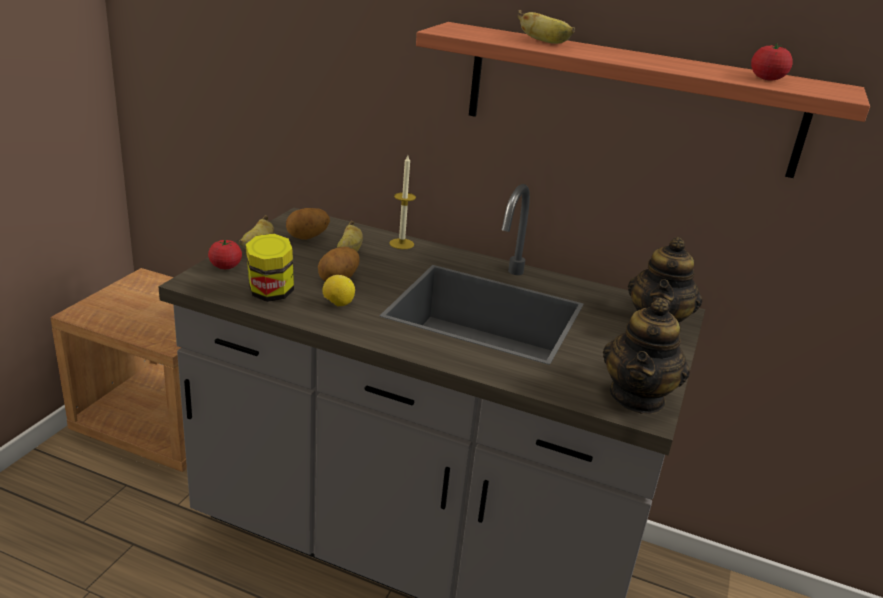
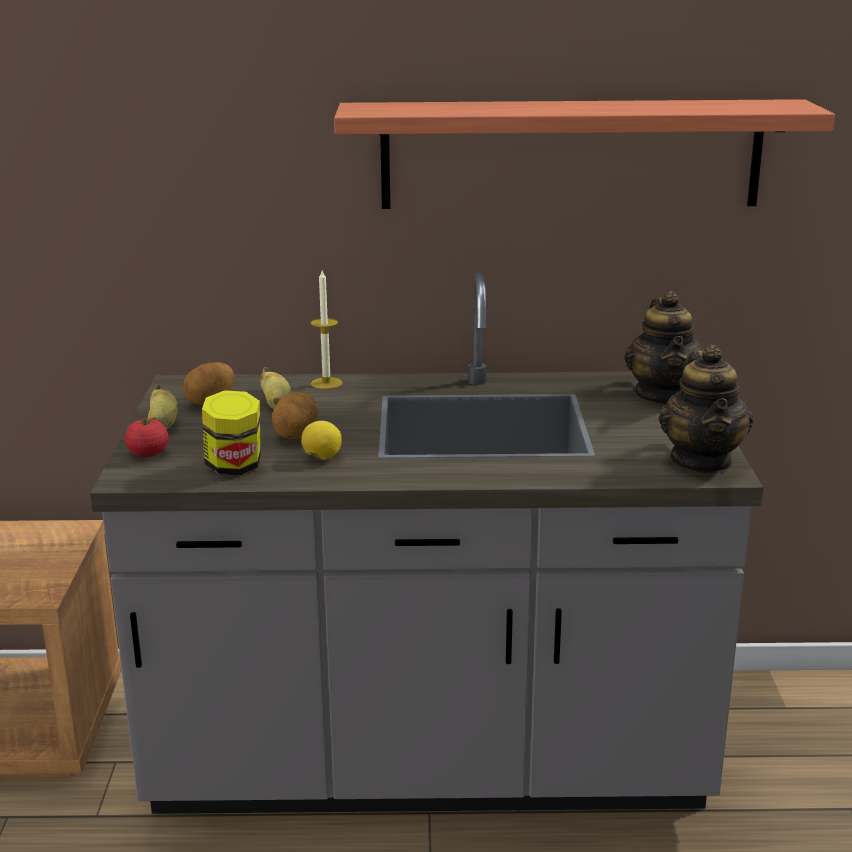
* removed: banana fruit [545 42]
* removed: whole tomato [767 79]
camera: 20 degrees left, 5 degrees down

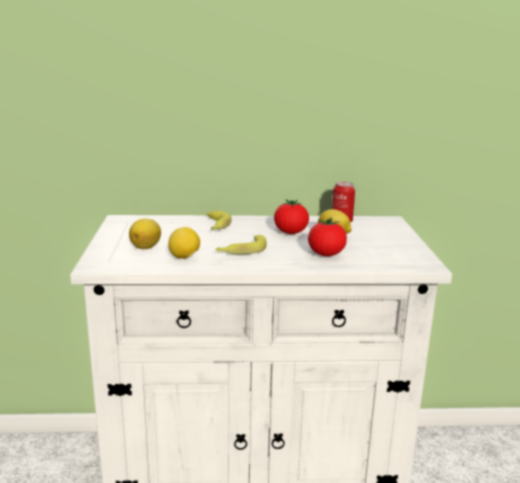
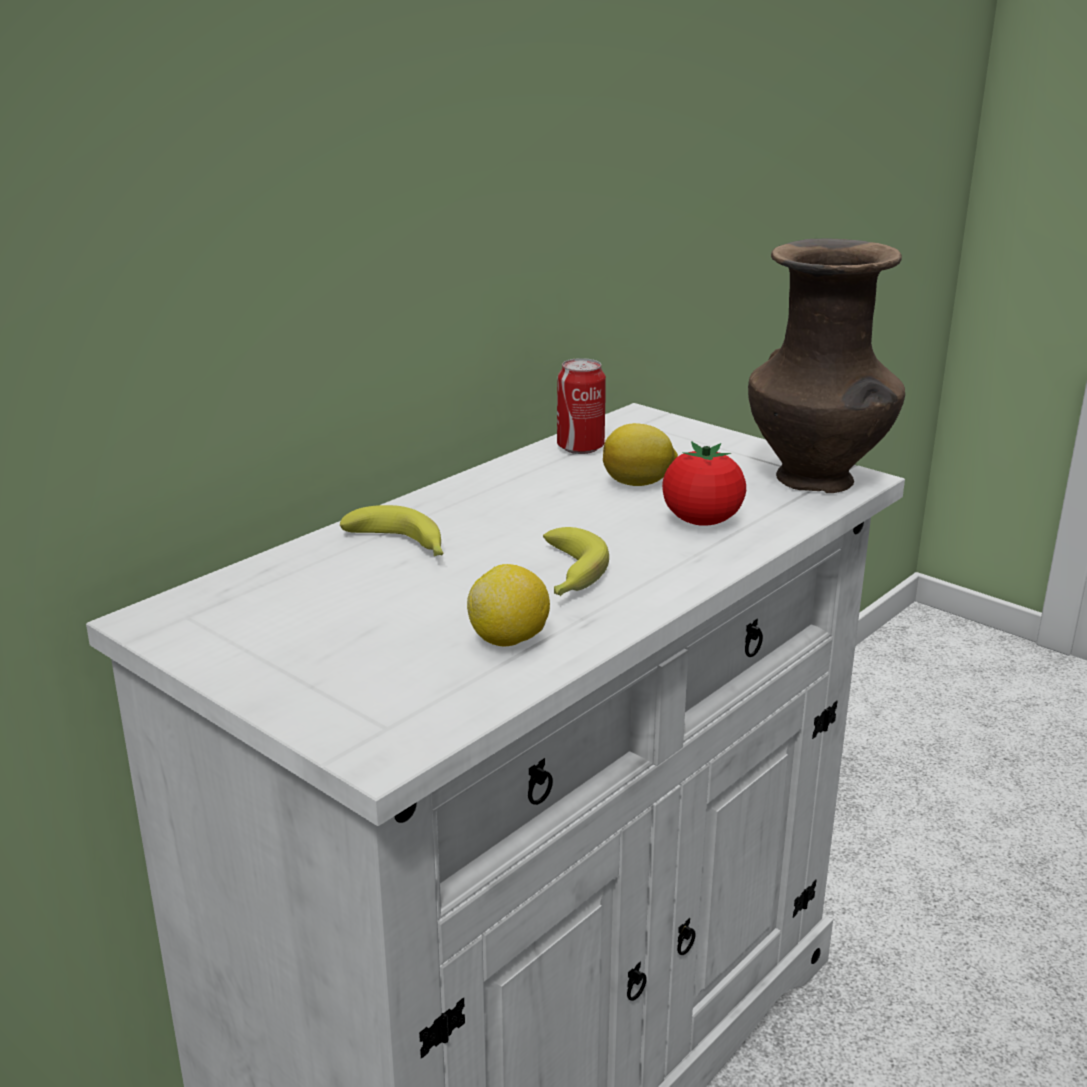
* removed: whole lemon [146 247]
* removed: whole tomato [290 232]
* added: brown-coloured vase [818 481]
camera: 45 degrees left, 5 degrees up

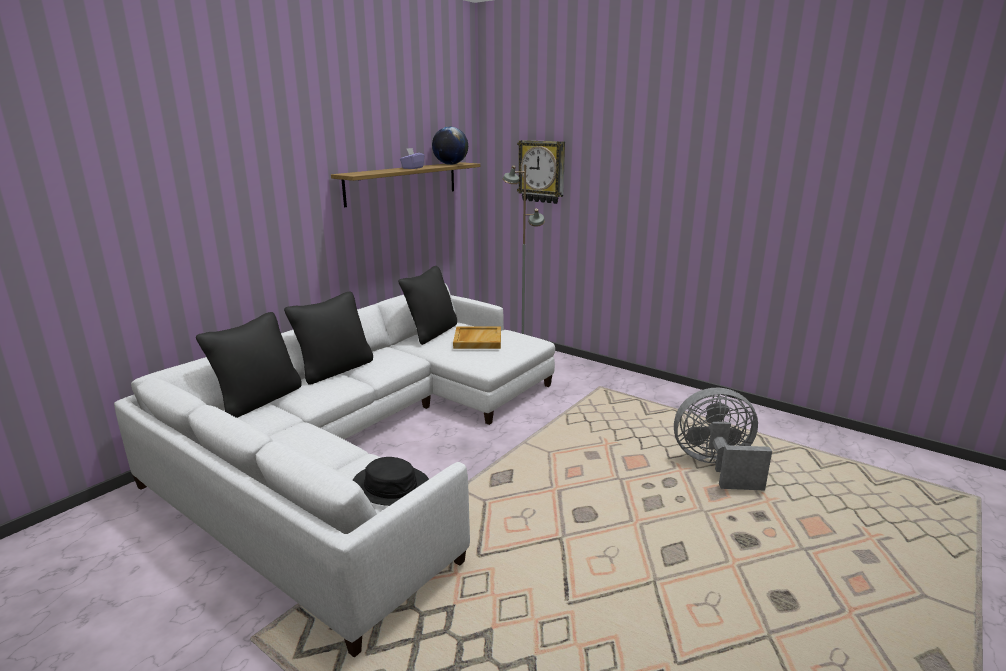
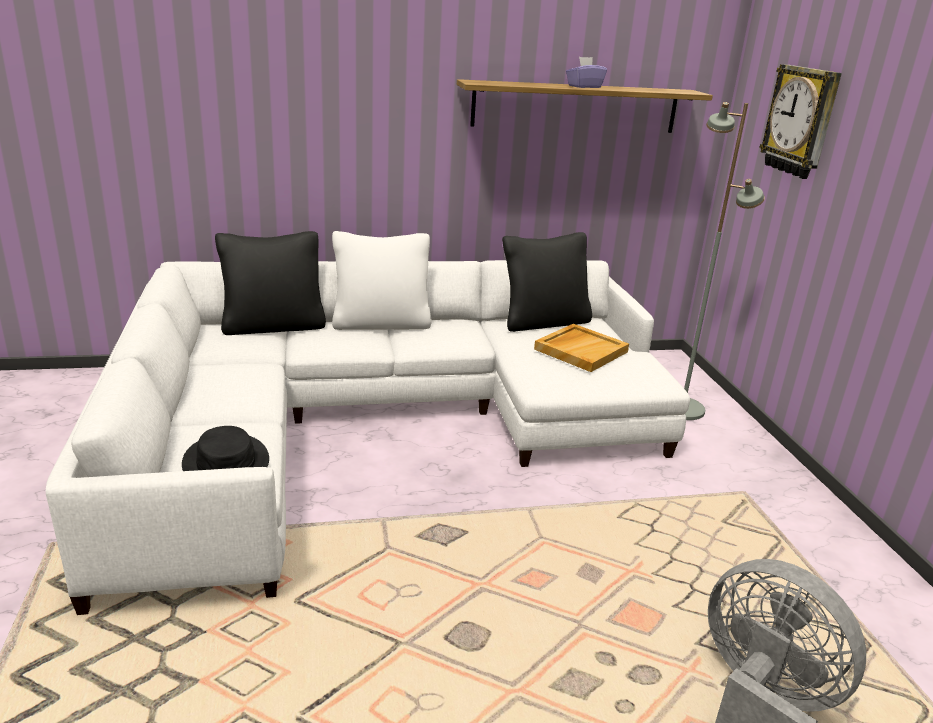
* removed: desk globe [450 164]
* recoloured: black-coloured throw pillow [335 369] to white-coloured throw pillow [381 324]
camera: 40 degrees right, 5 degrees up

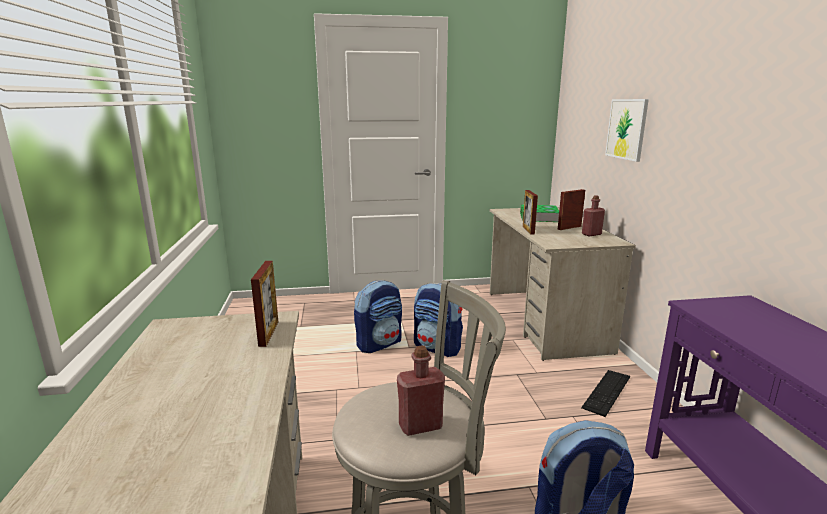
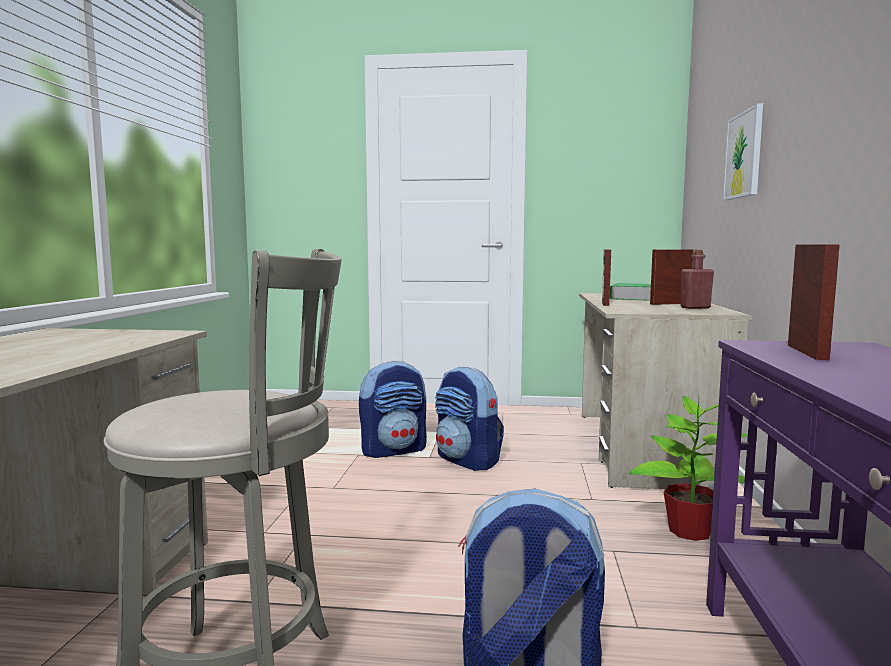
* removed: reddish drink bottle [420 426]
* moved: picture frame [268 333] to [807 352]
* replaced: PC keyboard [606 392] to plant in a pot [688 531]
camera: 15 degrees right, 10 degrees down

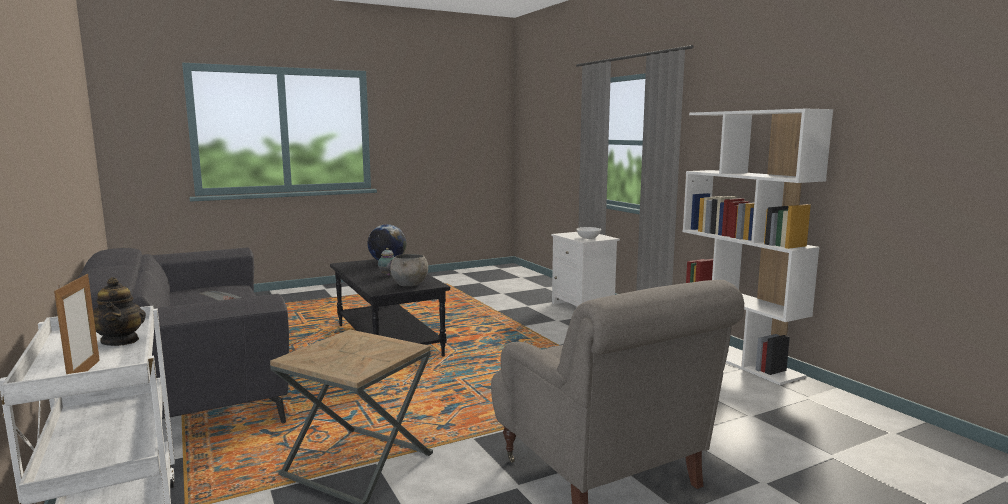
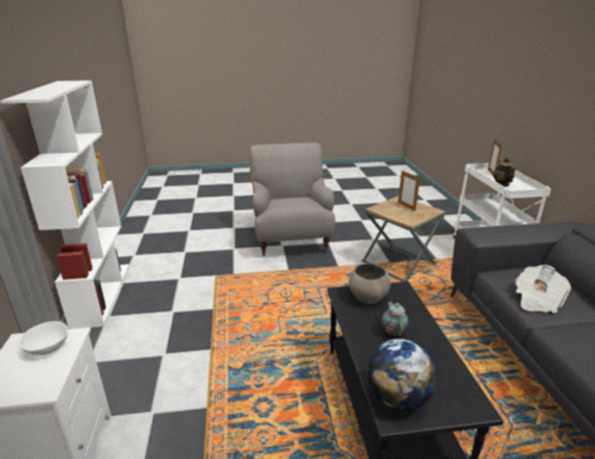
* added: picture frame [406 206]
camera: 160 degrees left, 15 degrees up

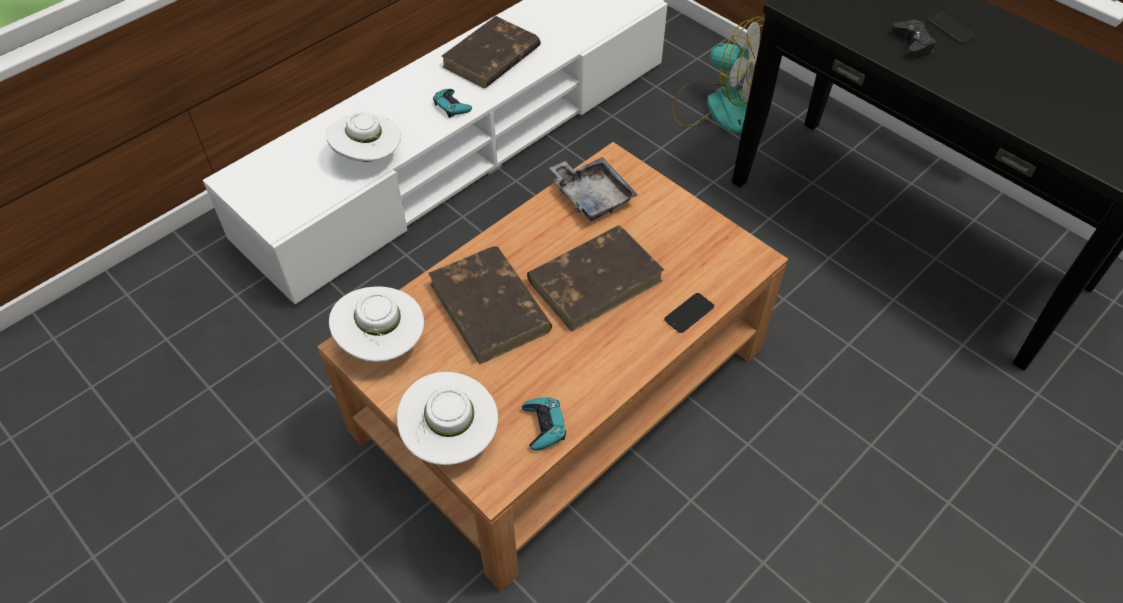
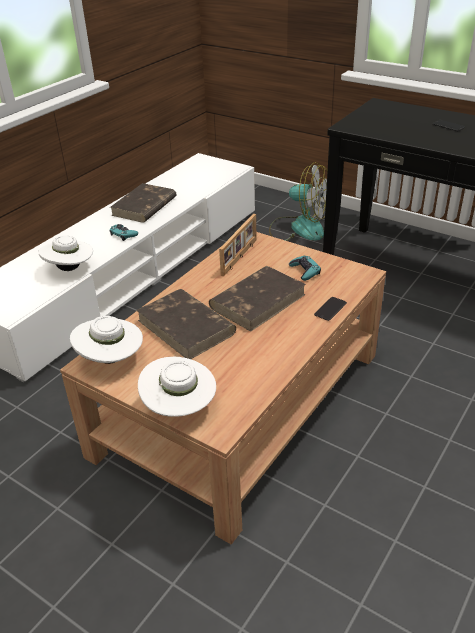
* removed: black-coloured joypad [912 44]
* moved: turquoise joypad [544 426] to [305 271]
* replaced: gray carrying tray [592 196] to picture frame [240 257]
camera: 10 degrees left, 15 degrees down

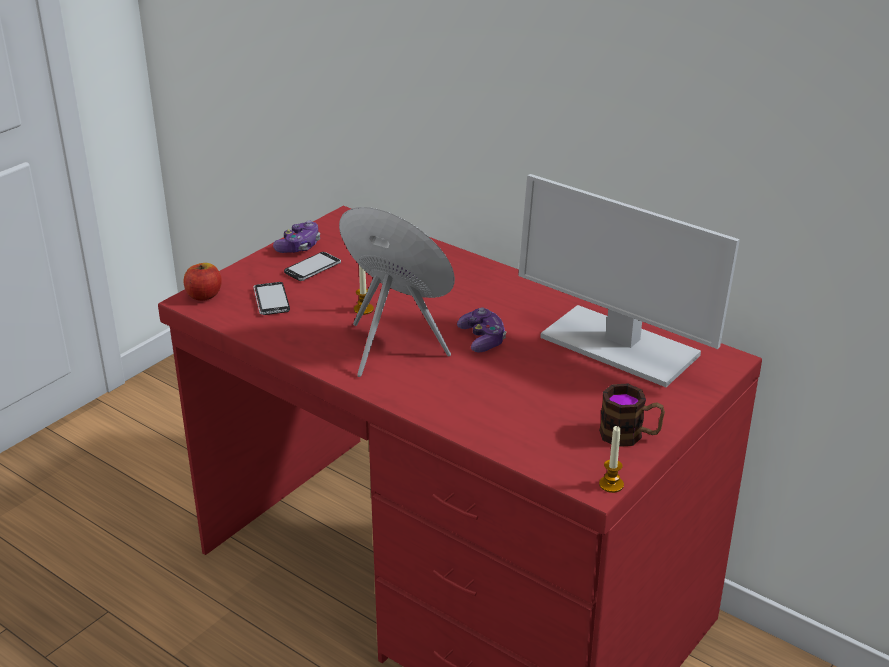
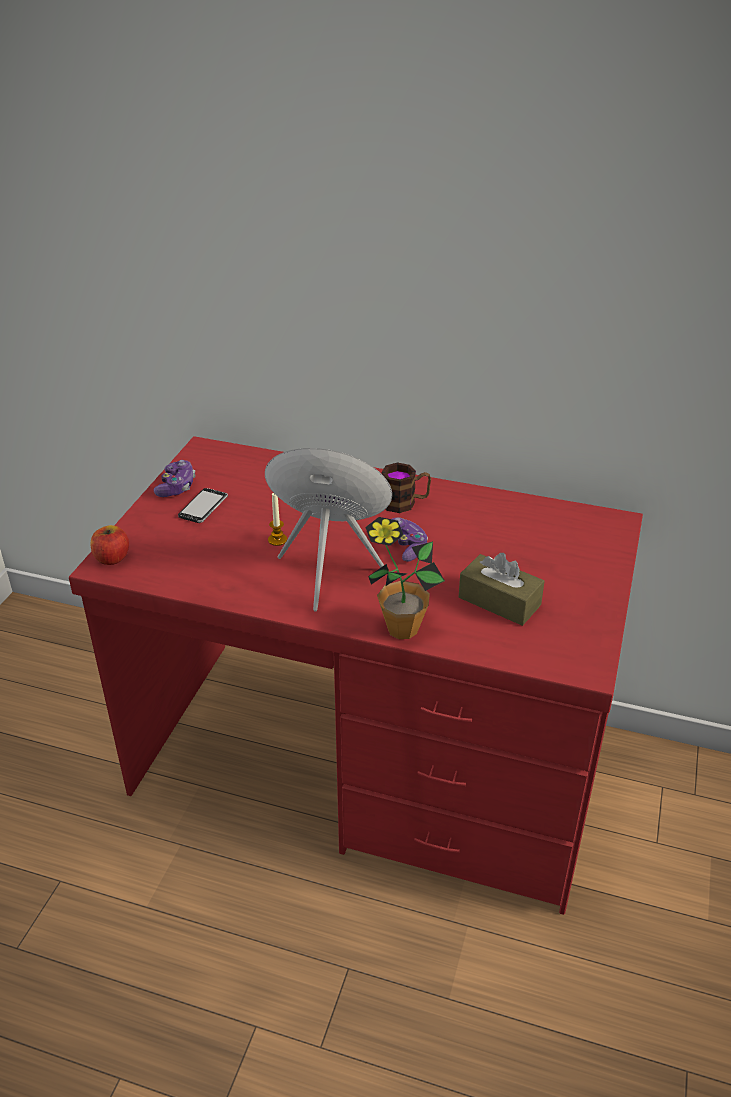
* removed: phone [271 300]
* removed: computer screen [617 346]
* removed: wax candle [611 485]
* added: plant in a pot [402 629]
* added: brown-coloured box of tissues [499 601]
* moved: tea mug [630 435] to [405 503]
camera: 20 degrees left, 5 degrees up

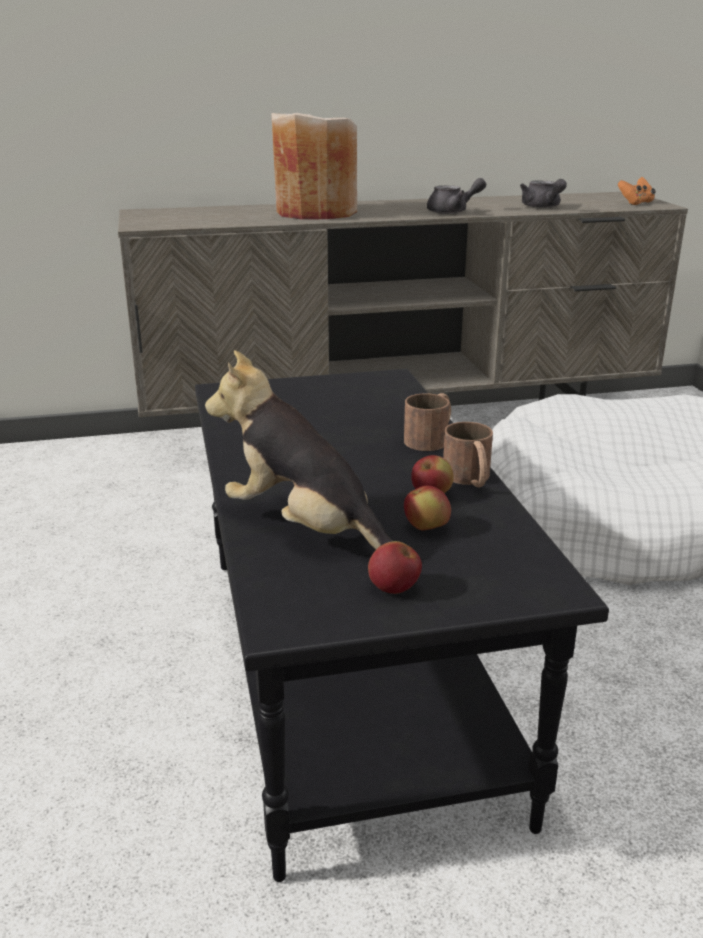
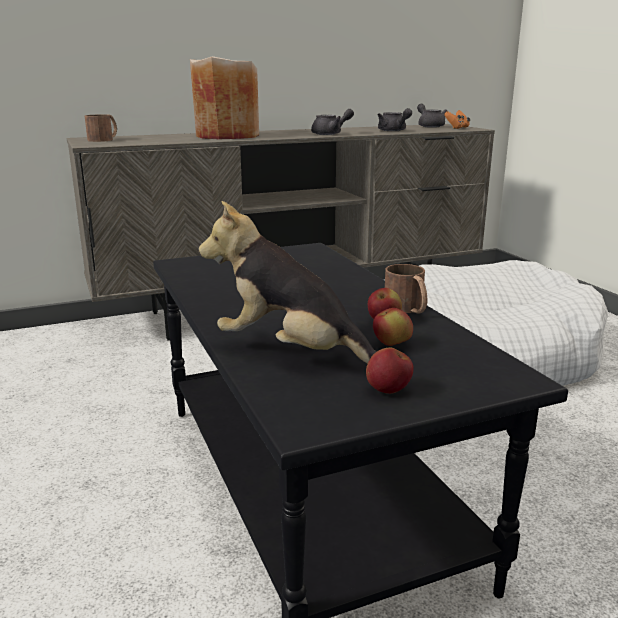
* added: gray teapot [429 126]
* moved: brown-coloured tea mug [431 438] to [104 139]
camera: 10 degrees left, 5 degrees down

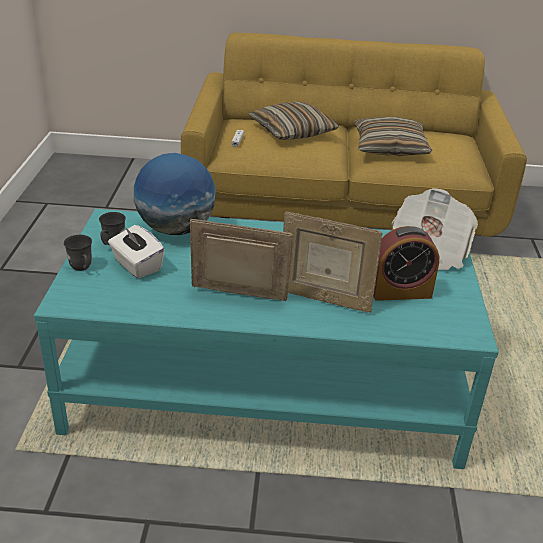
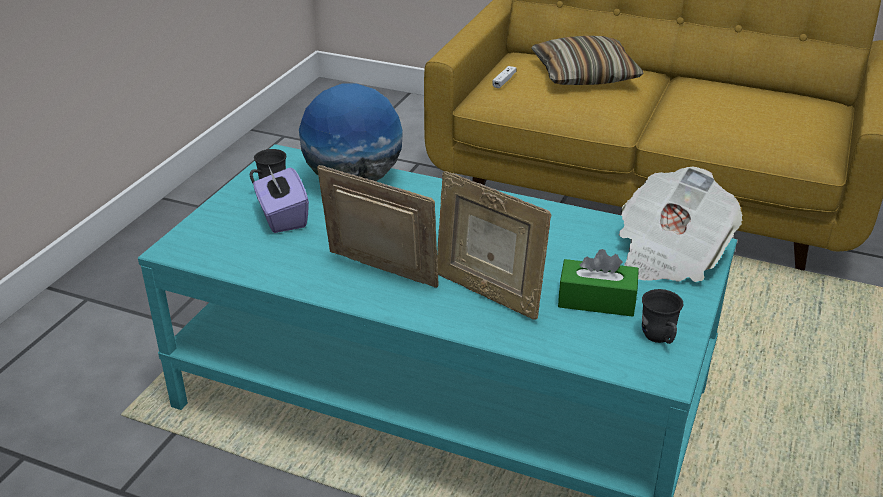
* removed: throw pillow [389 147]
* moved: gray tea mug [82 268] to [660 339]
* replaced: bedside clock [400 292] to green-coloured box of tissues [596 300]
* recoloured: white-coloured box of tissues [137 265] to purple box of tissues [282 217]
camera: 20 degrees right, 0 degrees up

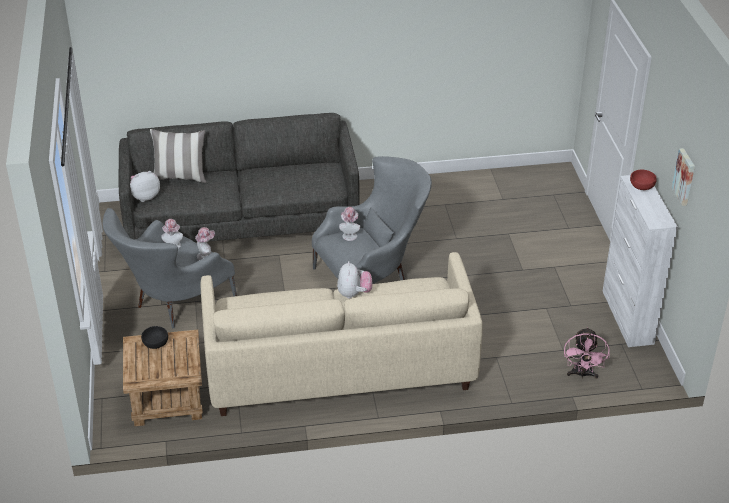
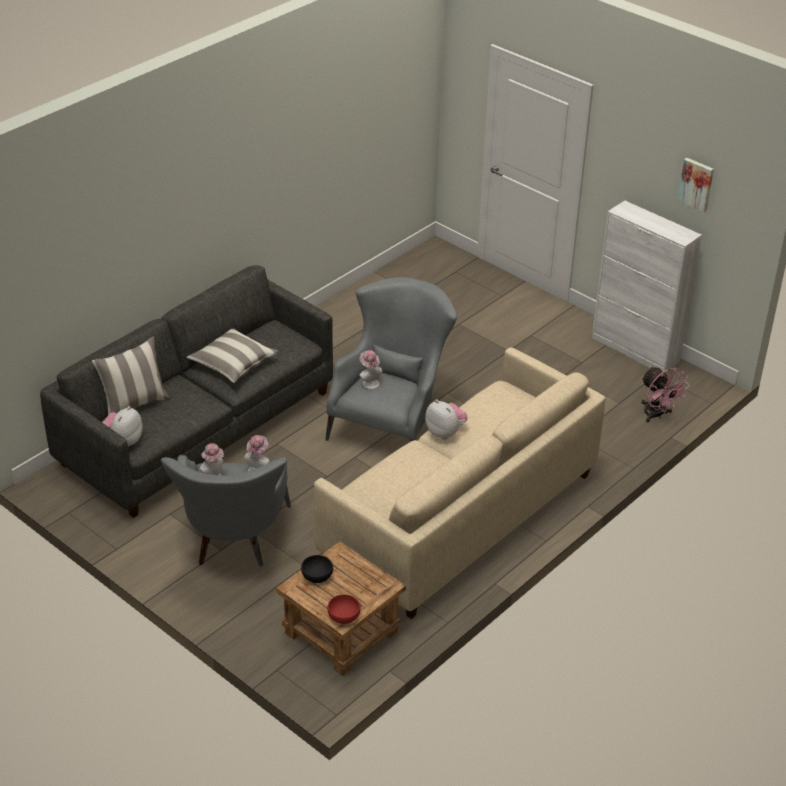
* added: throw pillow [233 364]
* moved: reddish serving bowl [641 186] to [343 616]
camera: 40 degrees left, 0 degrees up

